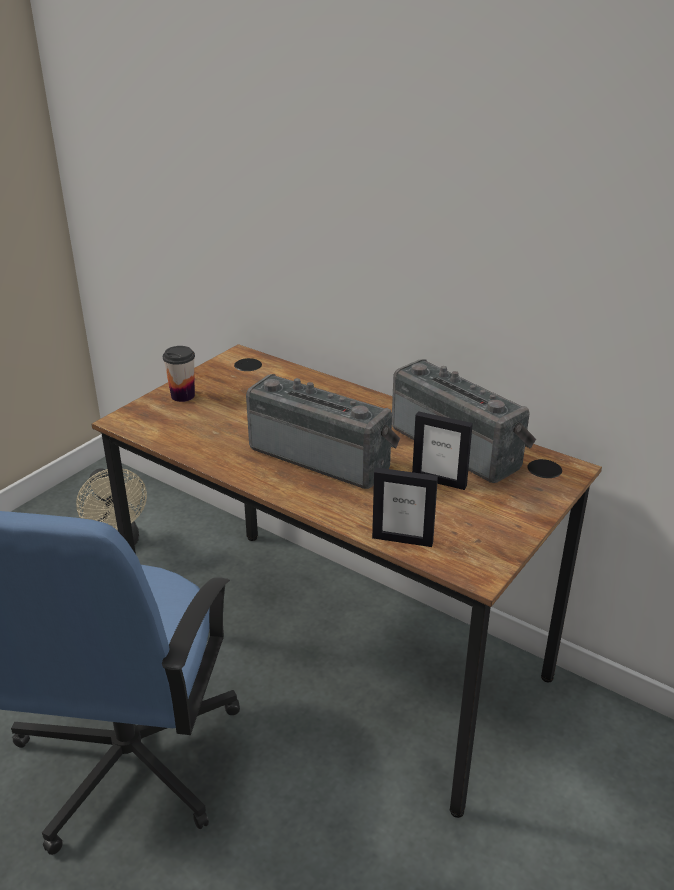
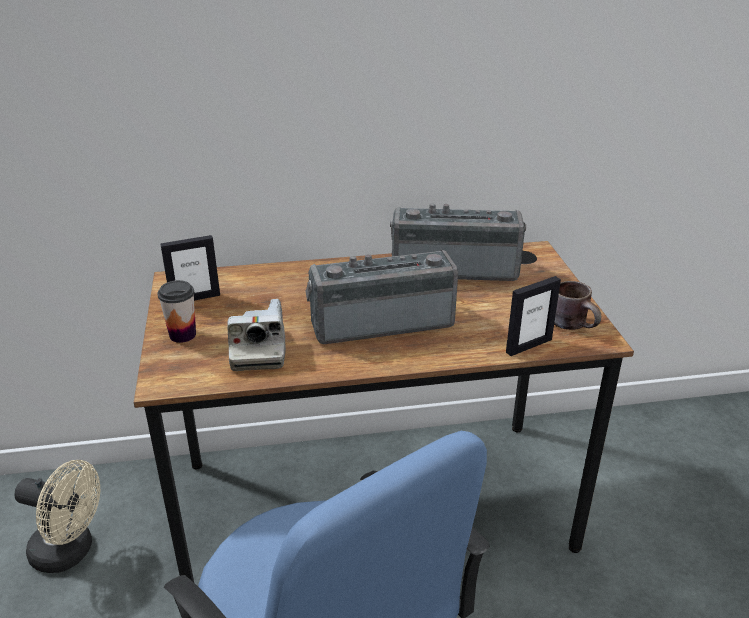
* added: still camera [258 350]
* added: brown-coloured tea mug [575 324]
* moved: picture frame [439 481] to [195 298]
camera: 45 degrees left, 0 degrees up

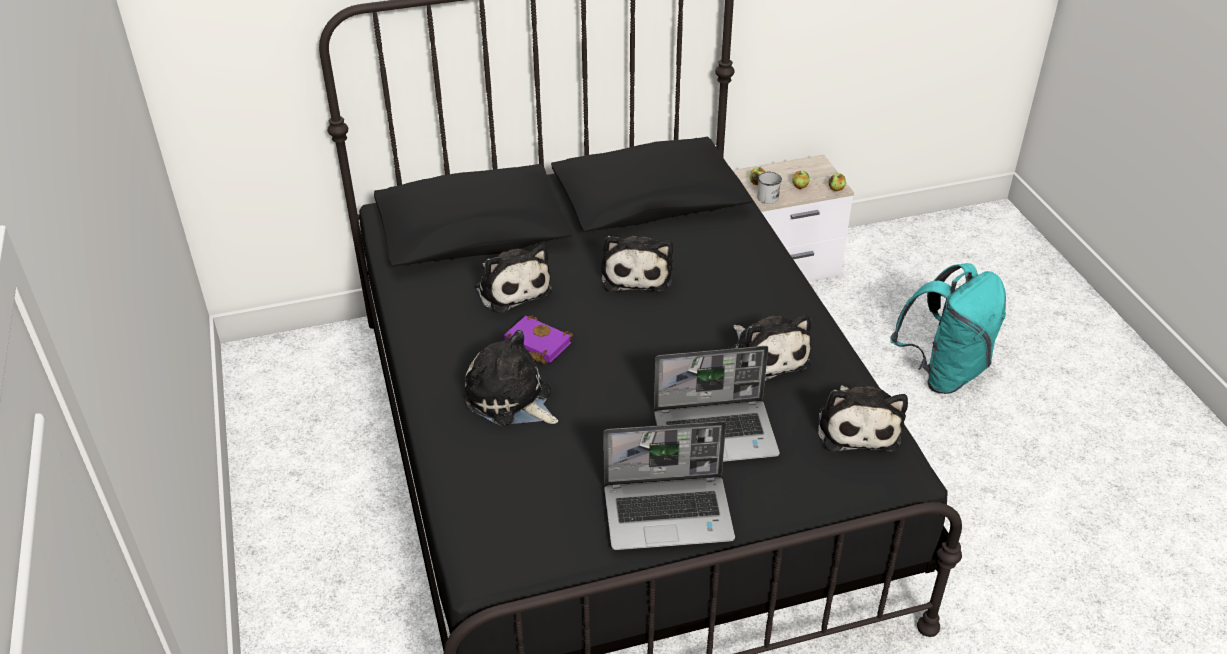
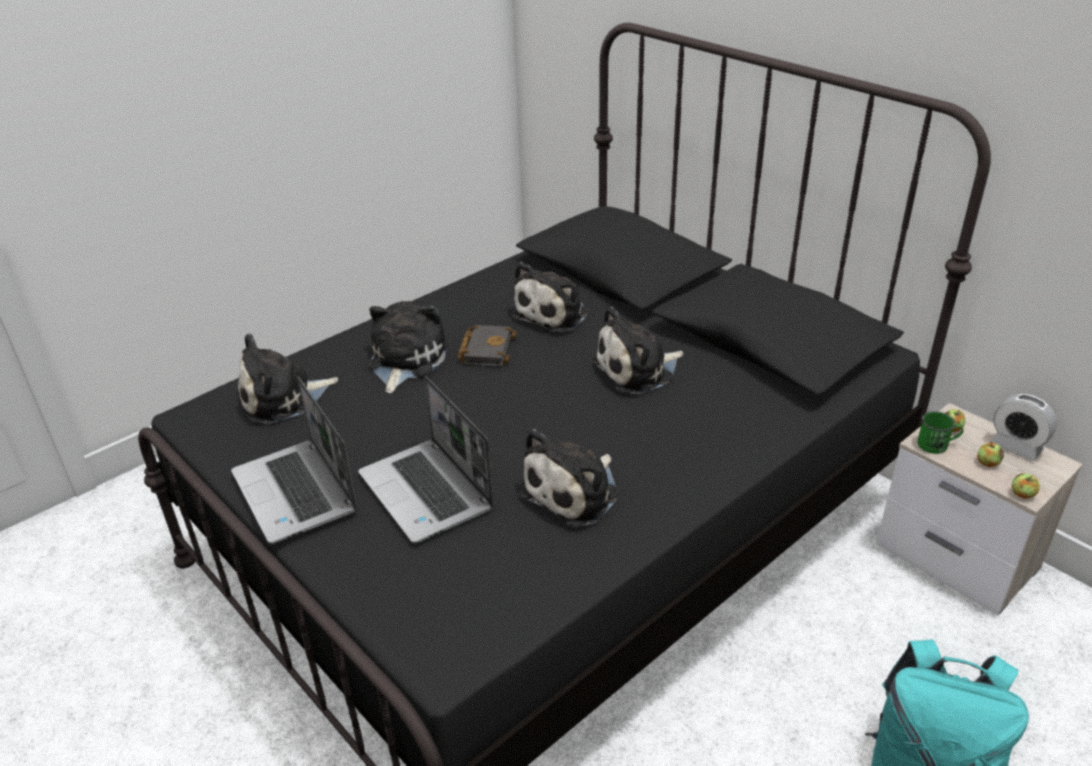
* added: bedside clock [1016 447]
* moved: cuddly toy [857 426] to [283 398]
* recoloured: purple volume [534 344] to black-coloured volume [485 349]
* recoloured: white-coloured tea mug [769 196] to green-coloured tea mug [937 445]
camera: 65 degrees right, 5 degrees down

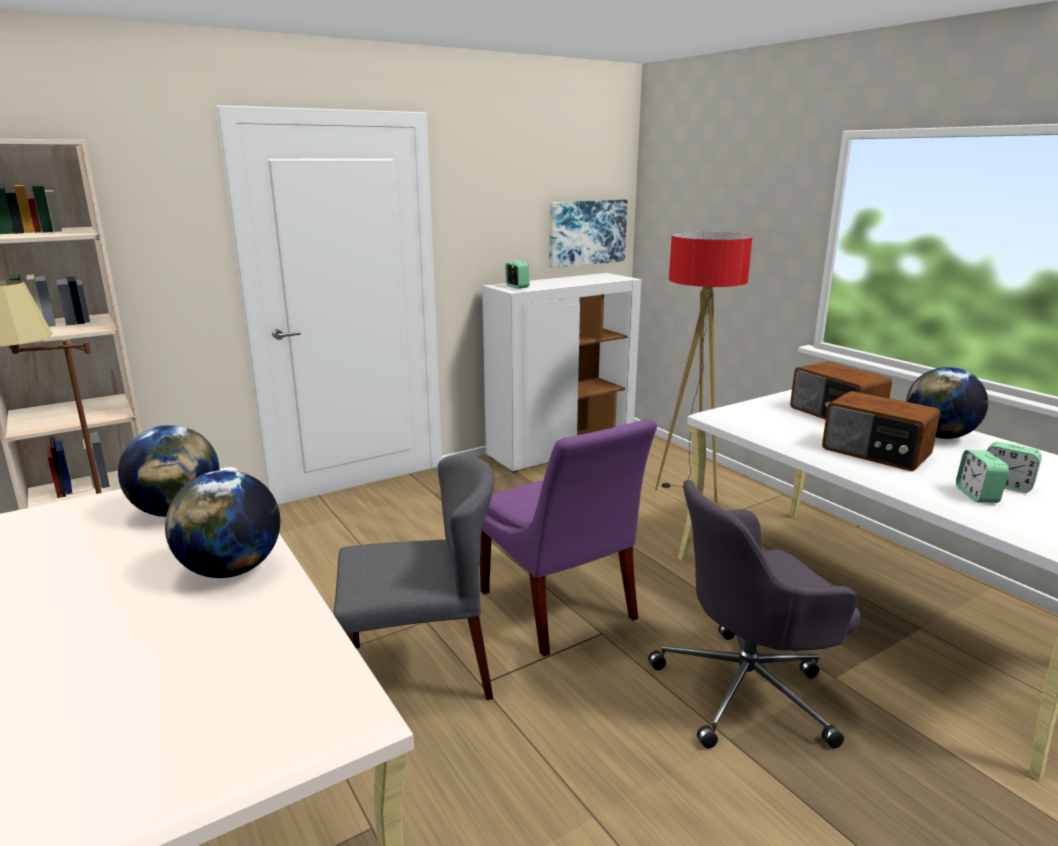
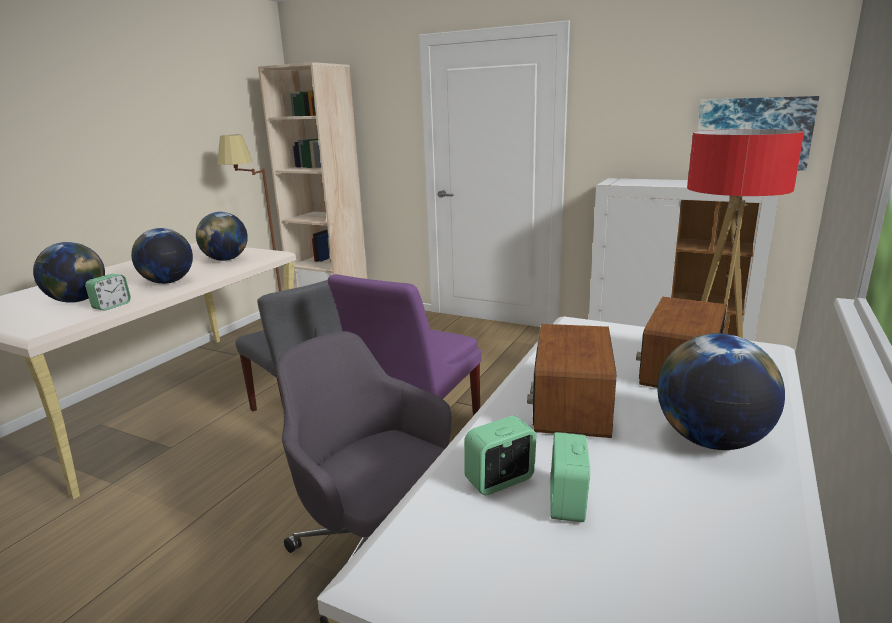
* added: desk globe [77 301]
* moved: bedside clock [517 286] to [112 306]
camera: 60 degrees right, 0 degrees up

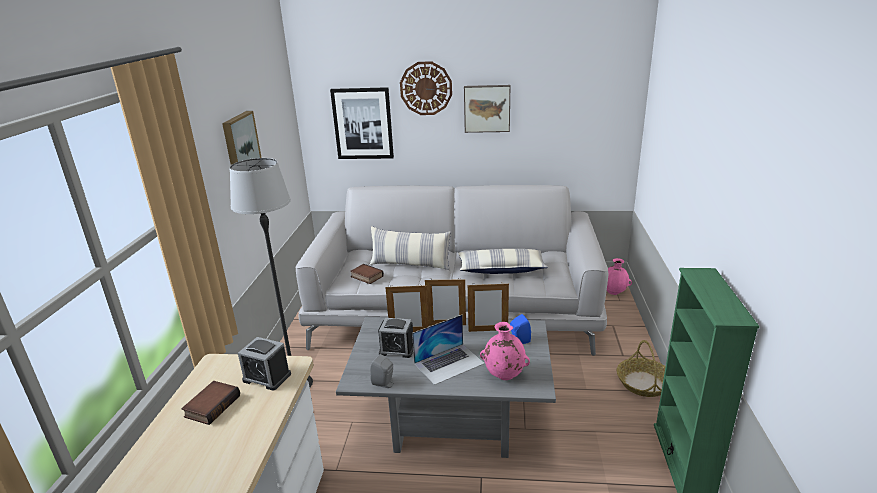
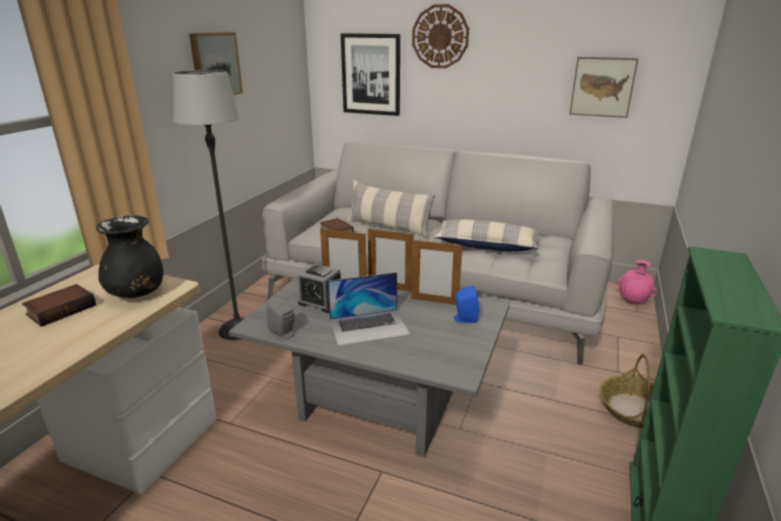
* removed: pinkish vase [504 376]
* moved: picture [487 108] to [602 86]
* replaced: bedside clock [267 377] to black-coloured vase [137 293]
camera: 15 degrees right, 0 degrees up

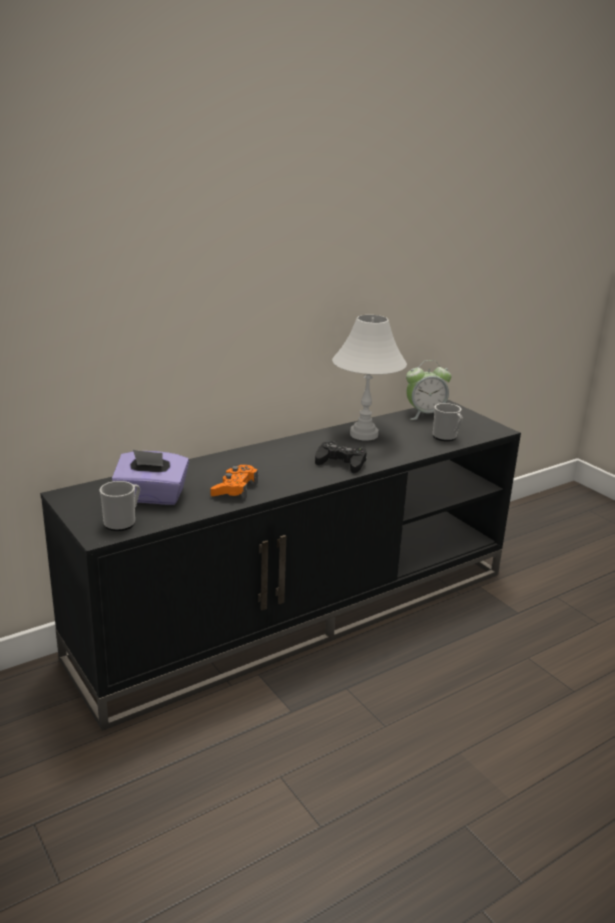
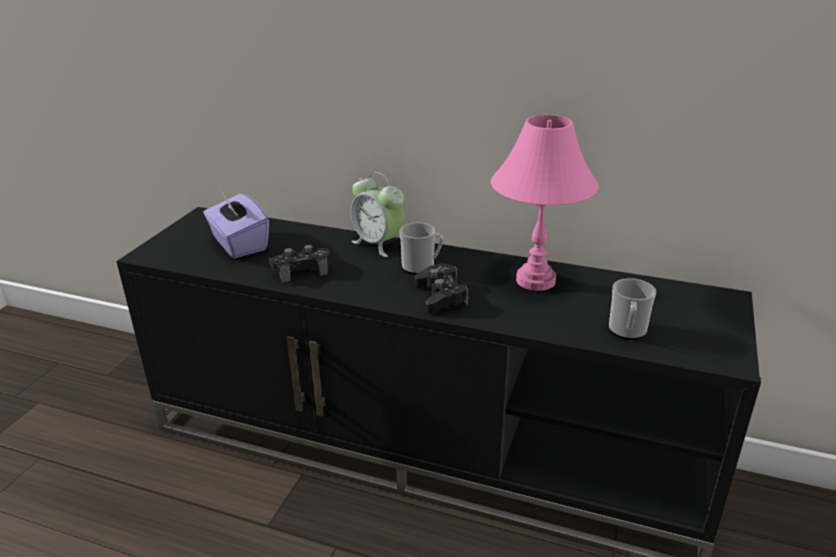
* moved: tea mug [123 522] to [421 267]
* moved: bedside clock [425 415] to [378 244]
* recoloured: orange-coloured joypad [235 489] to black-coloured joypad [301 269]
* recoloured: white-coloured tabletop lamp [364 434] to pinkish tabletop lamp [536 281]
camera: 55 degrees right, 5 degrees up

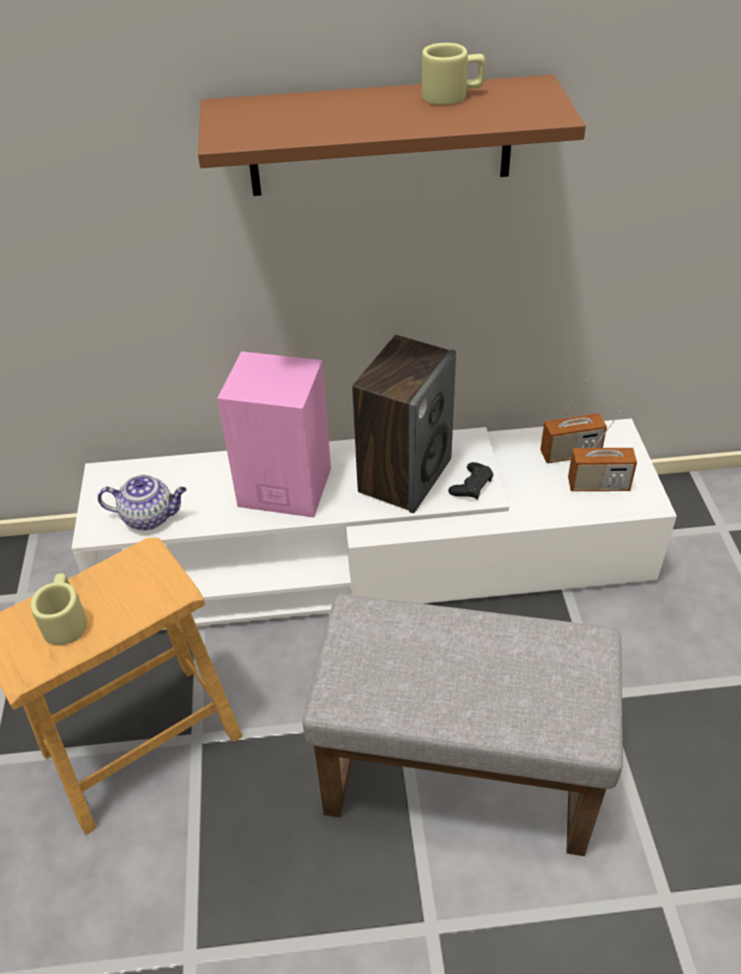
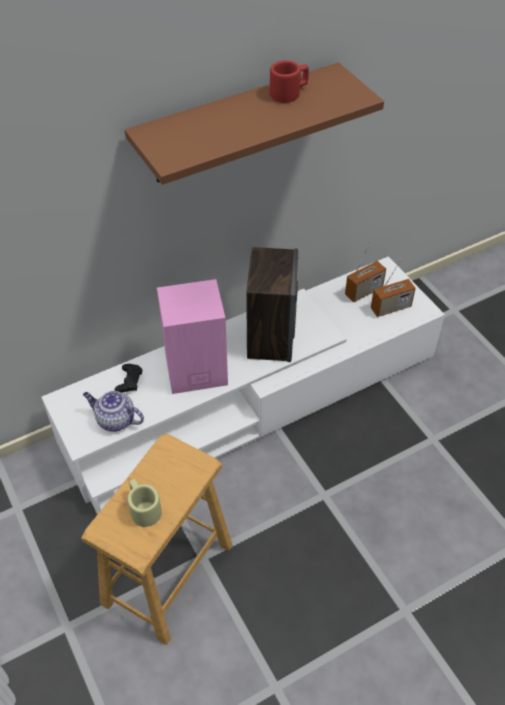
* removed: gray ottoman [462 771]
* moved: black-coloured joypad [471 486] to [129 381]
* recoloured: beige-coloured tea mug [452 95] to reddish tea mug [289 93]
* turned: teapot [150 517] = [115 420] 135 degrees counterclockwise
camera: 25 degrees left, 5 degrees up

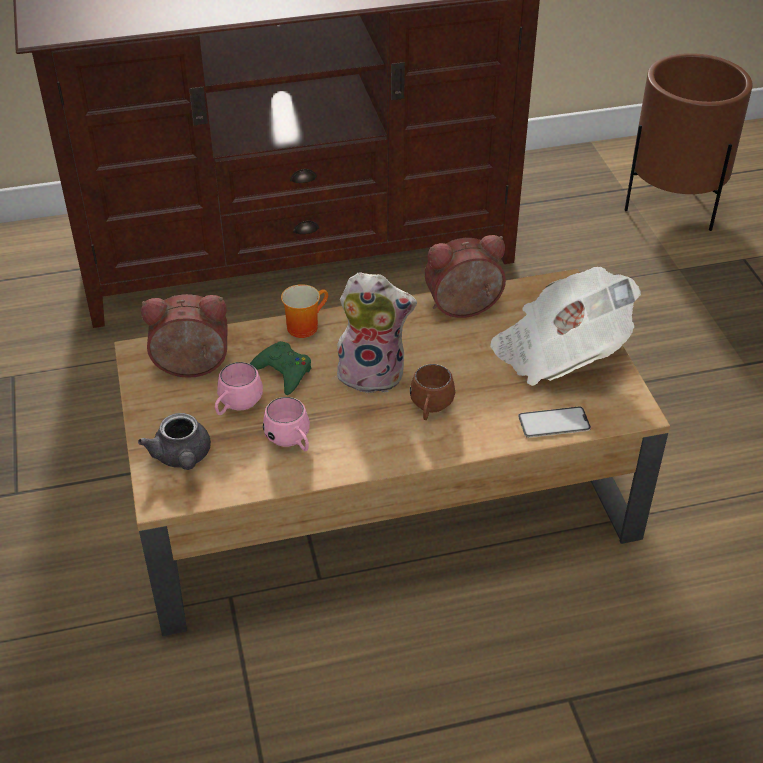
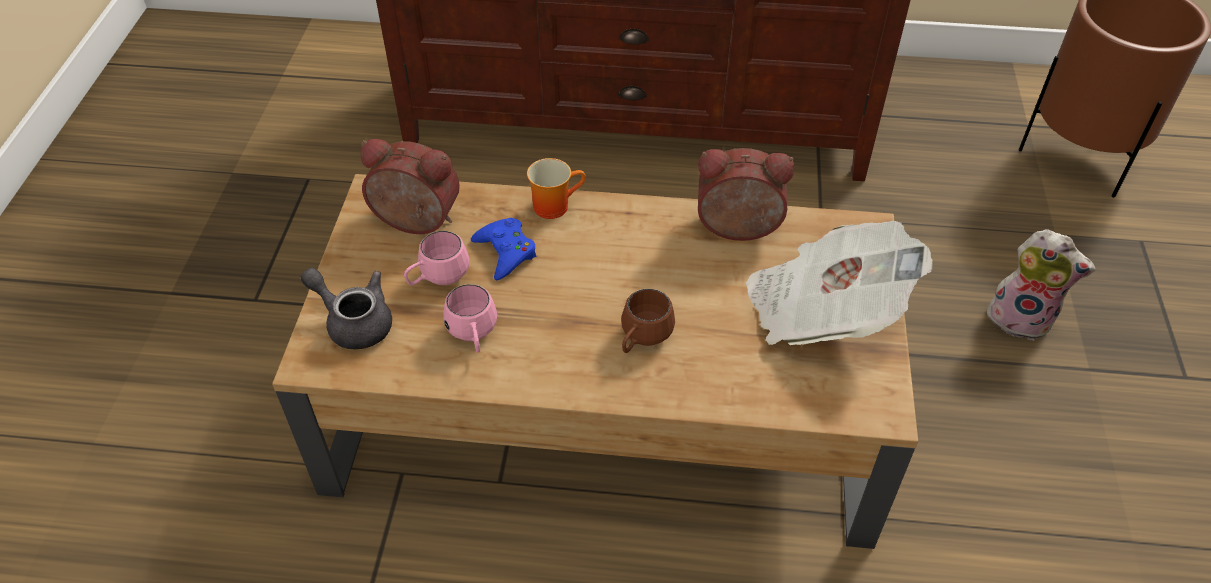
* removed: phone [554 422]
* moved: cuddly toy [373 373] to [1021 318]
* recoloured: green-coloured joypad [283 372] to bluish joypad [505 252]
* turned: gray teapot [182 458] = [354 322] 120 degrees clockwise
camera: 20 degrees right, 5 degrees up

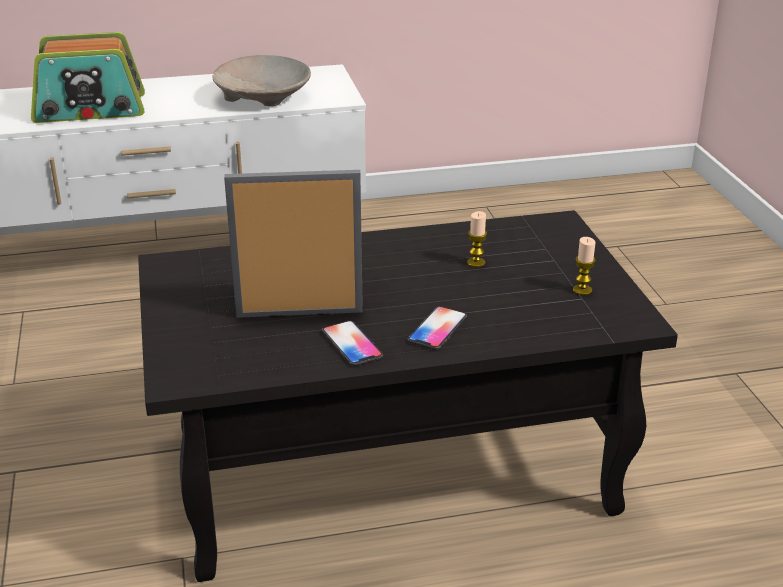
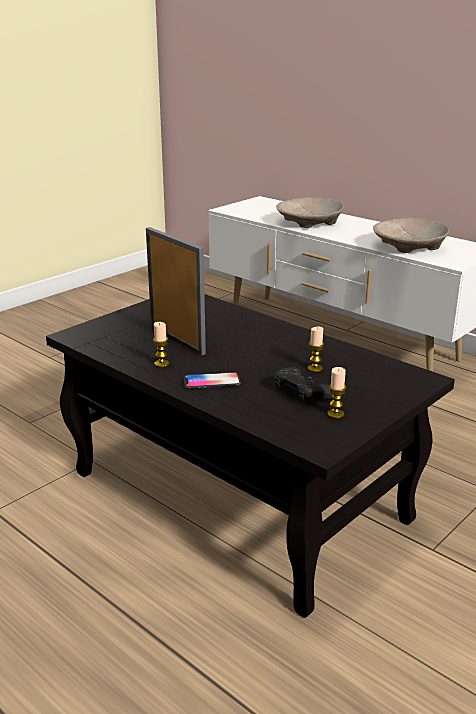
* added: black-coloured joypad [302 393]
* replaced: radio [90 109] to beige-coloured serving bowl [310 223]
* replaced: phone [352 344] to wax candle [161 364]
camera: 55 degrees right, 5 degrees down

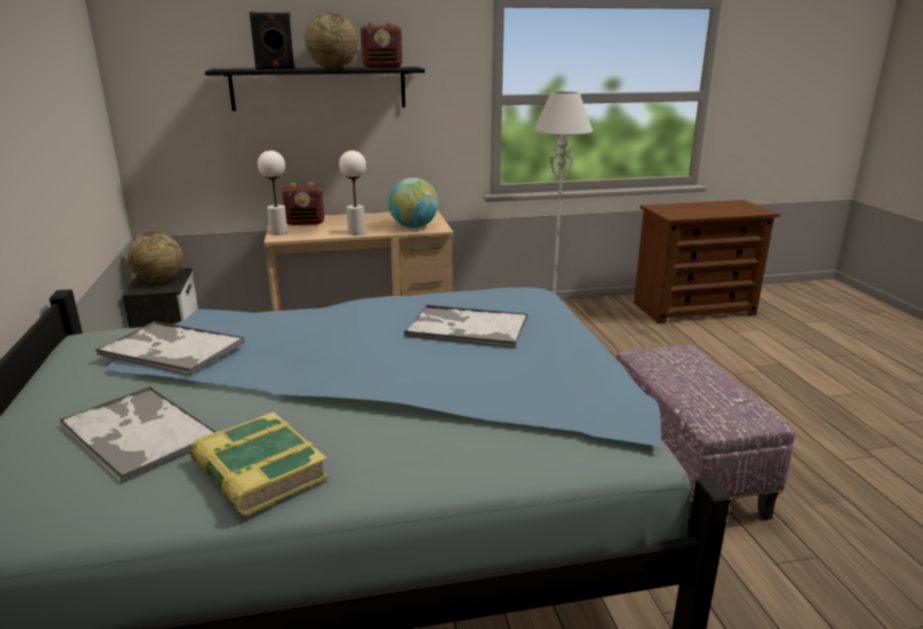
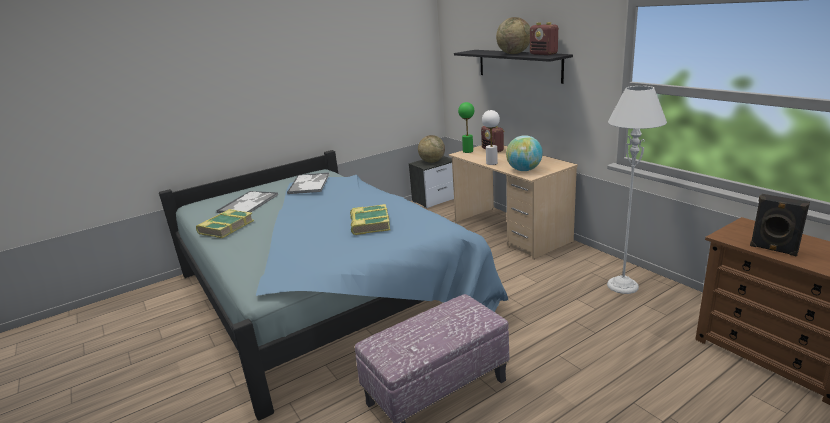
* moved: black-coloured audio speaker [275 69] to [773 249]
* replaced: carrying tray [466 327] to volume [369 224]
* recoloured: white-coloured tabletop lamp [278 232] to green-coloured tabletop lamp [467 151]
camera: 70 degrees right, 0 degrees up

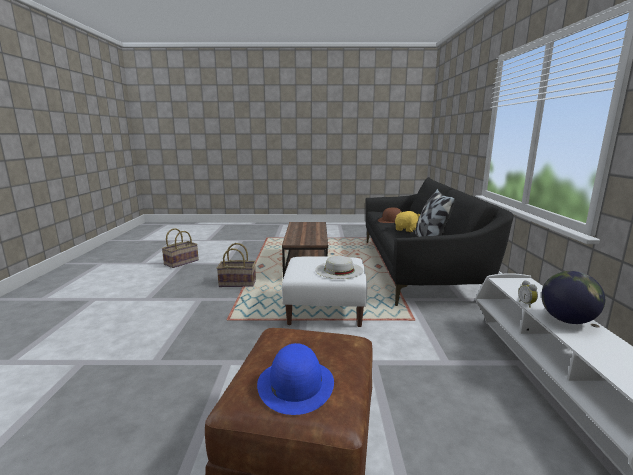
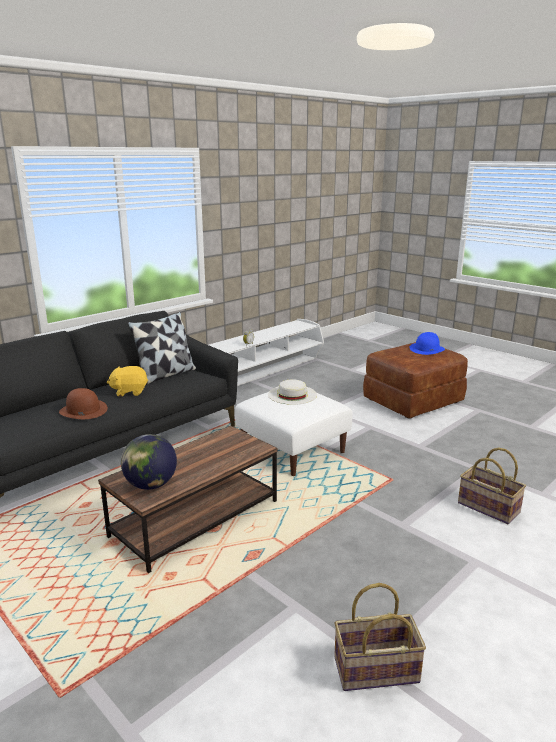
* moved: storage basket [238 283] to [487 508]
* moved: desk globe [567 320] to [150 485]
camera: 135 degrees left, 5 degrees up

